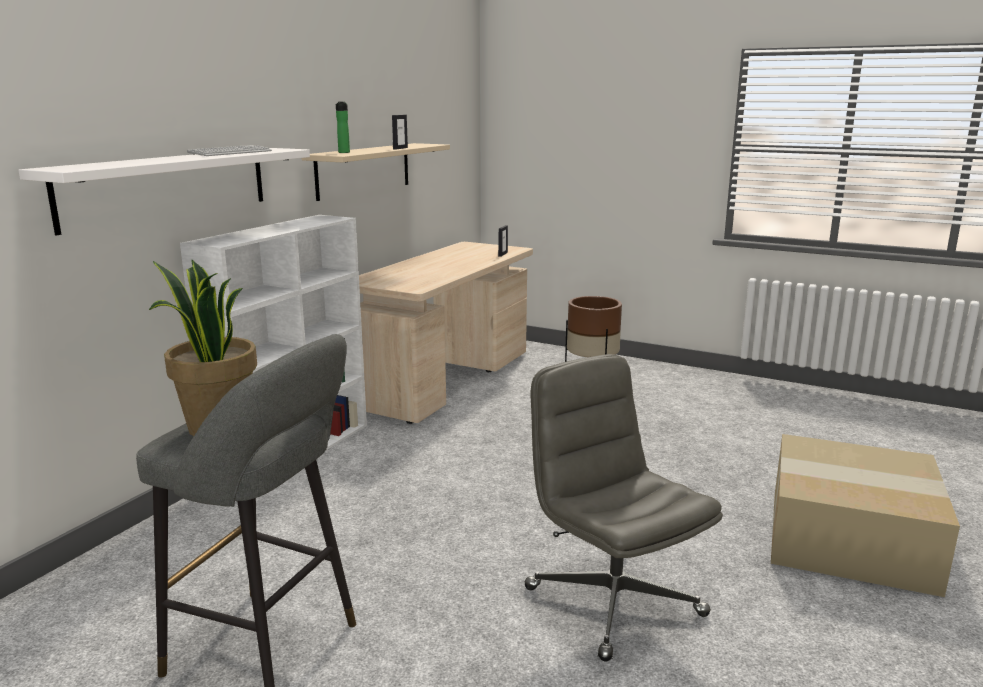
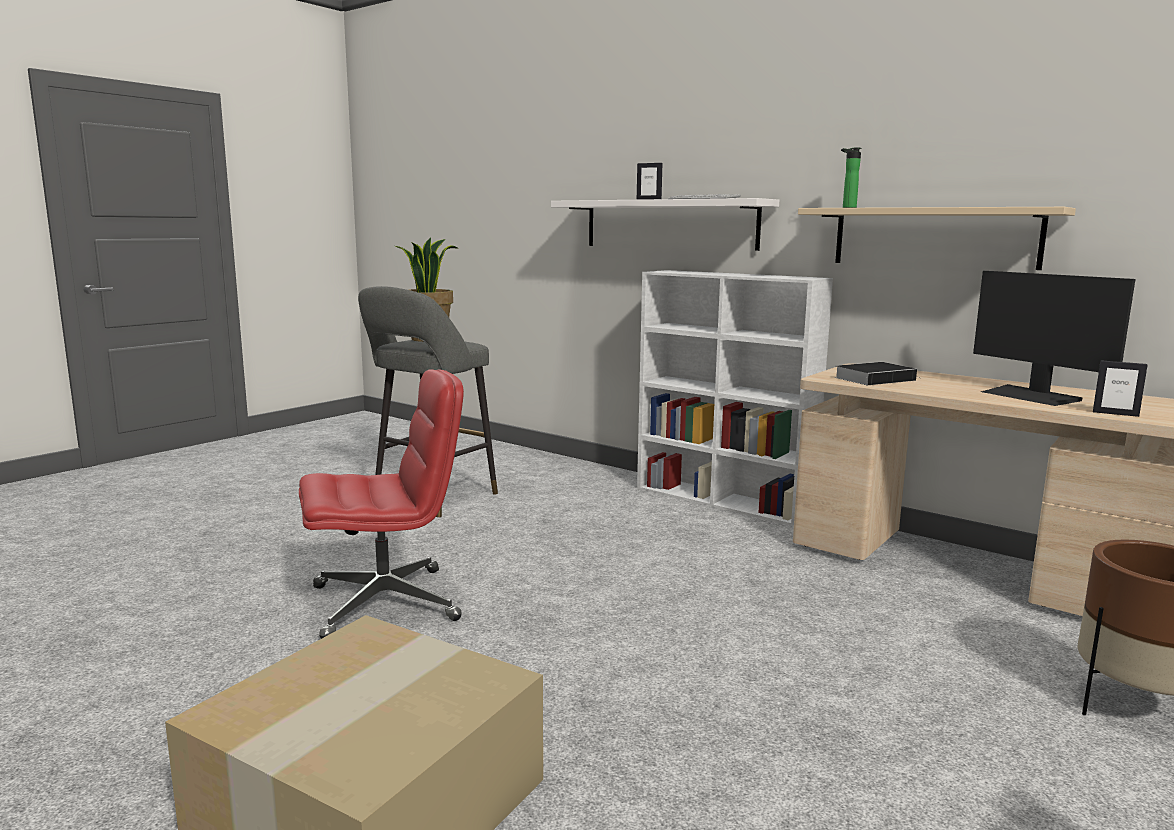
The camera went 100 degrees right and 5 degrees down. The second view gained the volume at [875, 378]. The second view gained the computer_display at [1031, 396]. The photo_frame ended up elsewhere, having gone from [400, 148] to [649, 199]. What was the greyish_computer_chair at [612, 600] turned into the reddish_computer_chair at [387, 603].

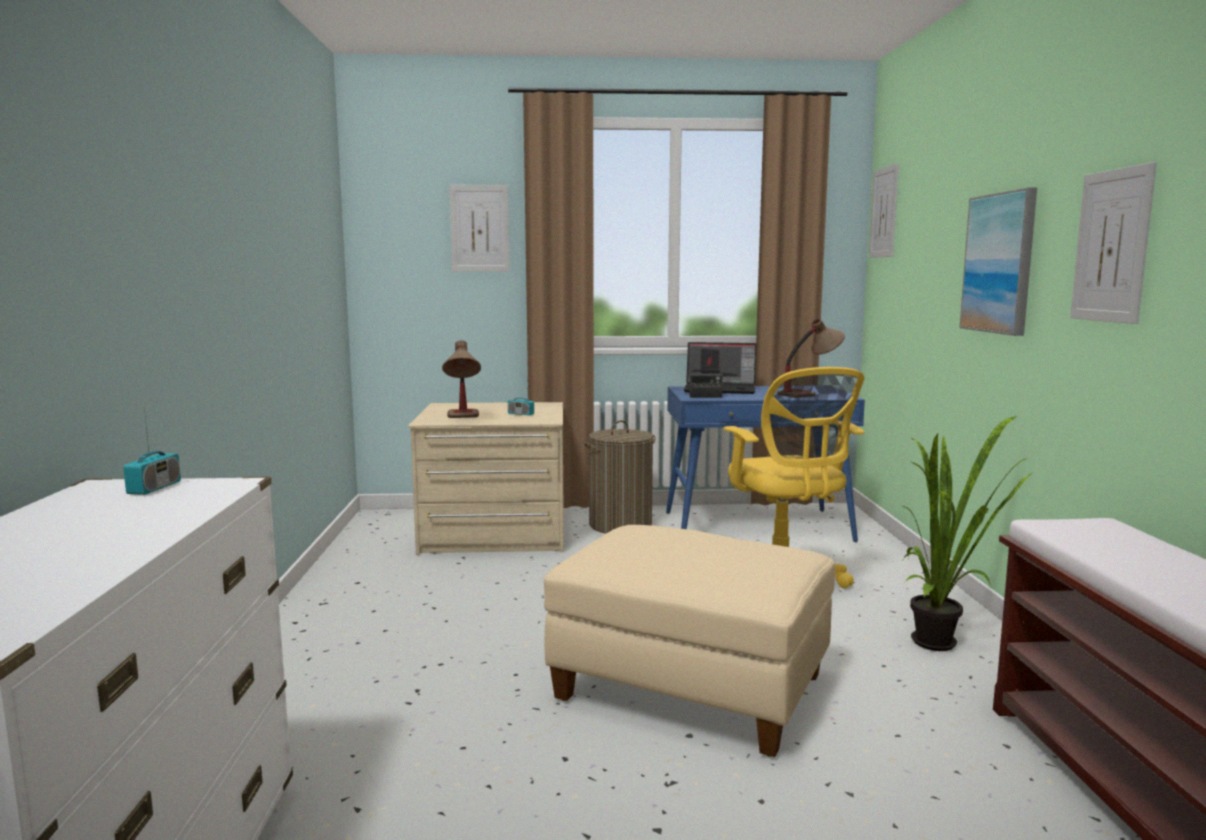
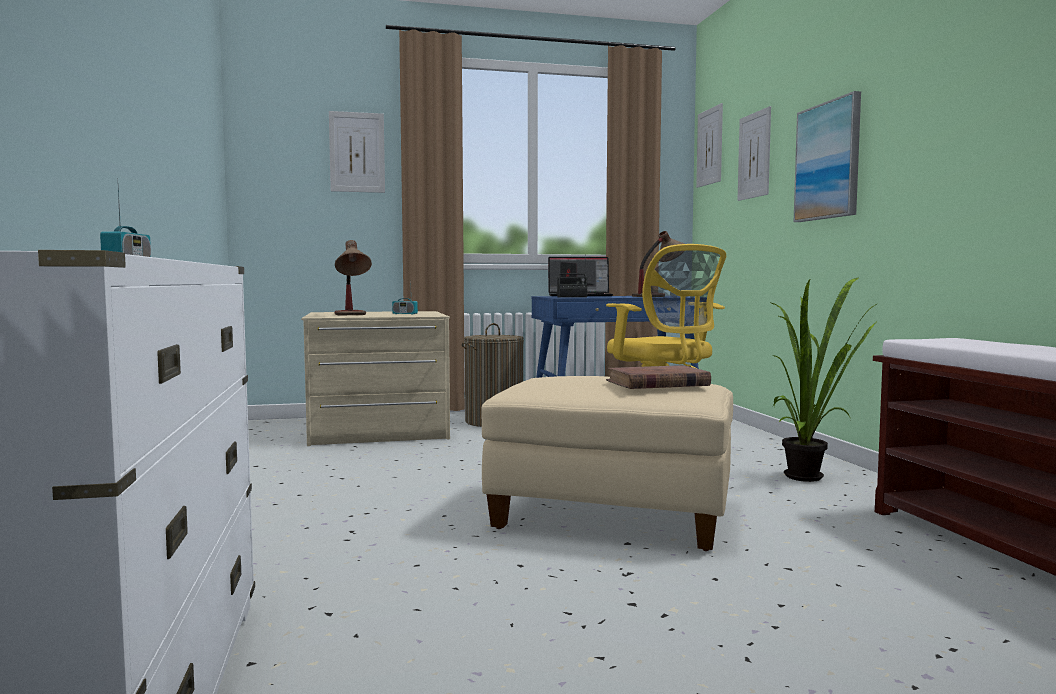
The camera went 10 degrees left and 5 degrees down. The second view gained the brown_volume at [657, 383]. The wall_art ended up elsewhere, having gone from [1111, 246] to [754, 155].

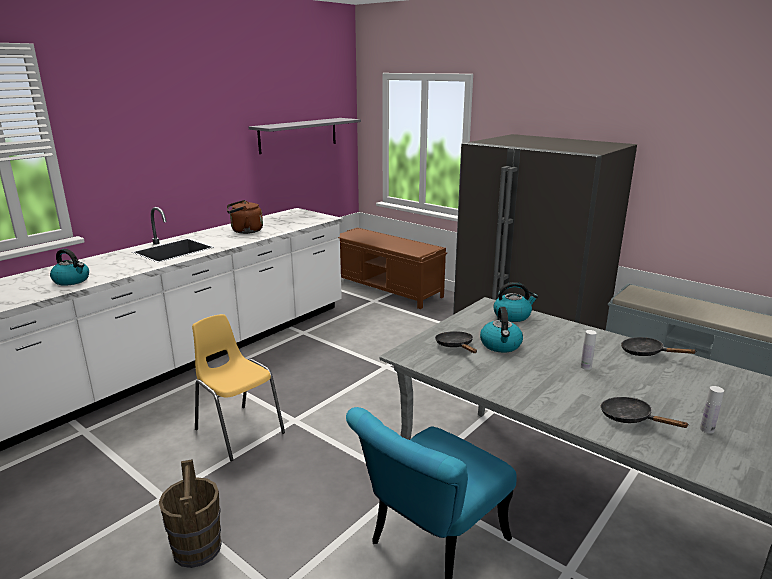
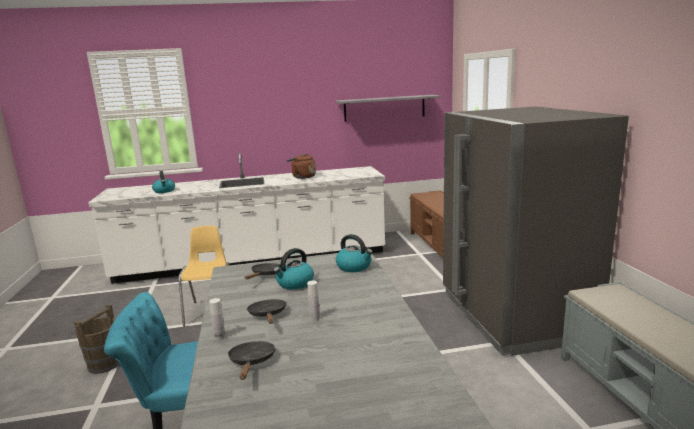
The camera went 40 degrees right and 5 degrees down. The blackish_frying_pan ended up elsewhere, having gone from [646, 353] to [268, 315]. The white-coloured_beverage_bottle ended up elsewhere, having gone from [707, 429] to [219, 337].

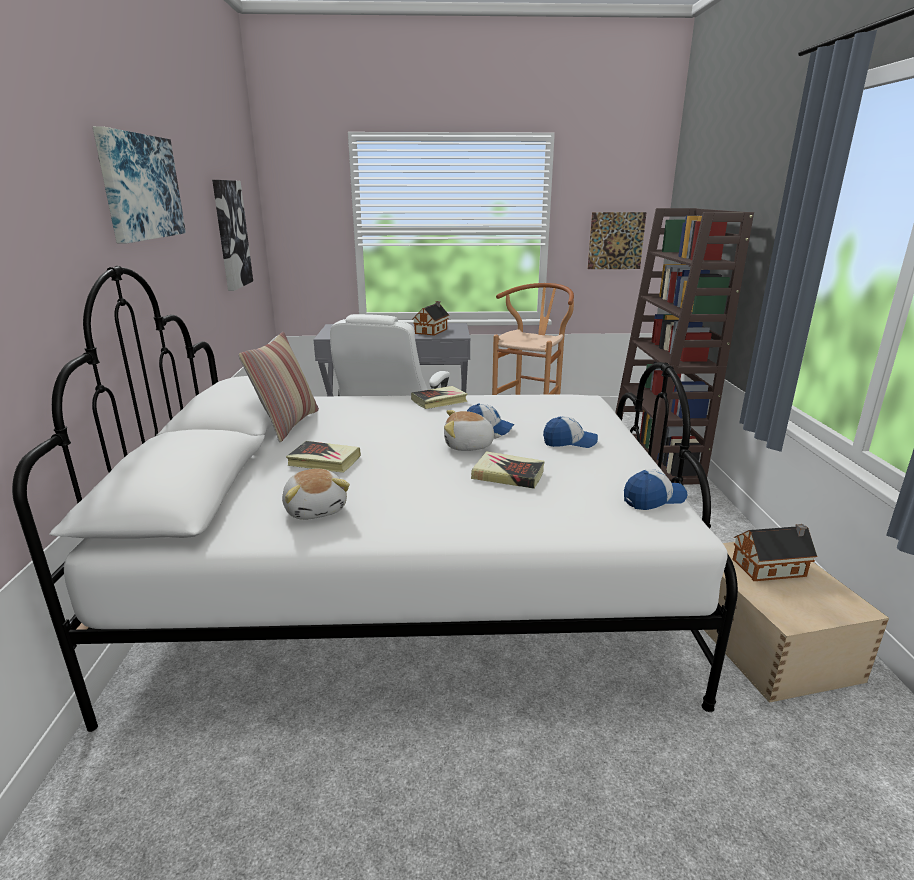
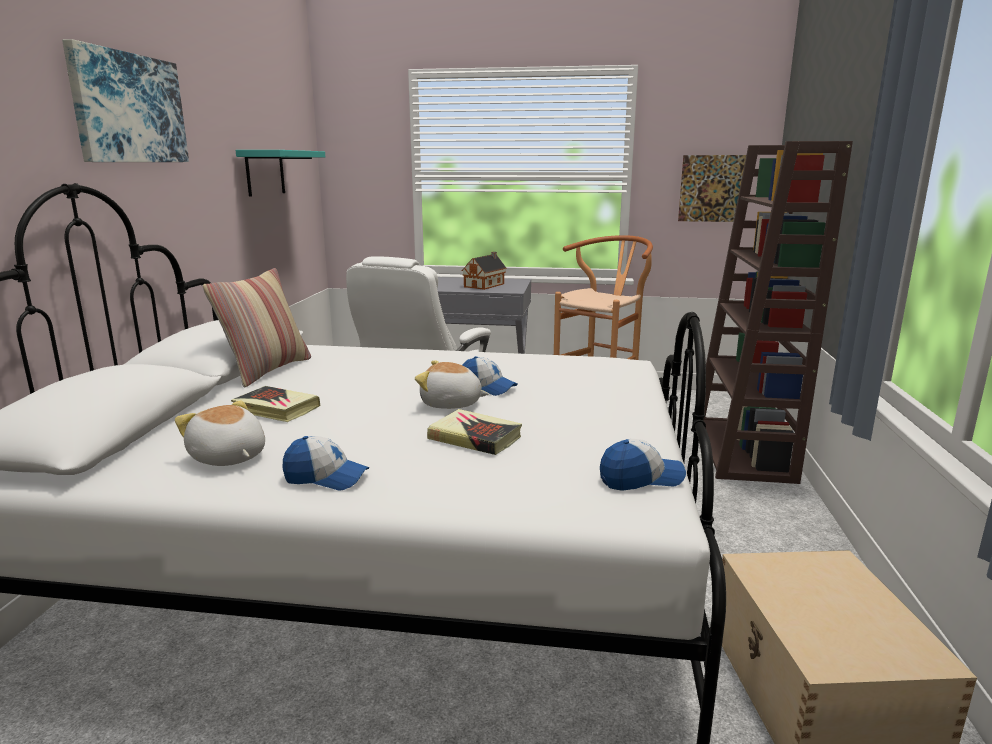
The camera went 10 degrees right and 5 degrees down. The second view lost the volume at [439, 401]. The second view lost the toy_house at [771, 568]. The baseball_cap ended up elsewhere, having gone from [569, 442] to [326, 478]. Where the wall_art hung at [231, 234], the blue-green_shelf came to hang at [265, 172]. The plush_toy at [316, 509] ended up facing another way, 150 degrees clockwise from before.

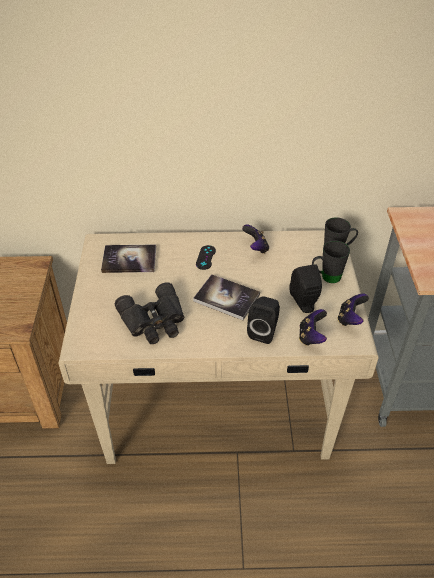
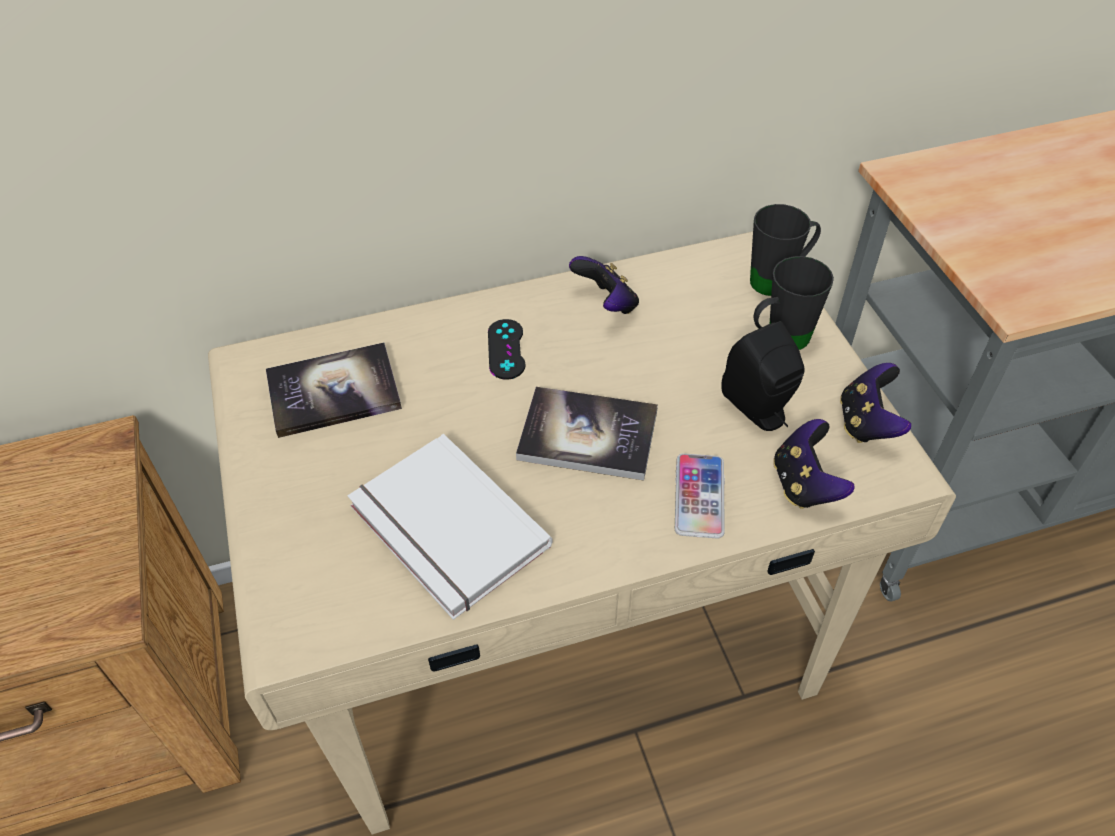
The camera went 15 degrees left and 5 degrees up. Where the blackish_binoculars stood at [154, 321], the white-coloured_volume came to stand at [445, 530]. Where the blackish_speaker stood at [264, 331], the phone came to stand at [699, 496].

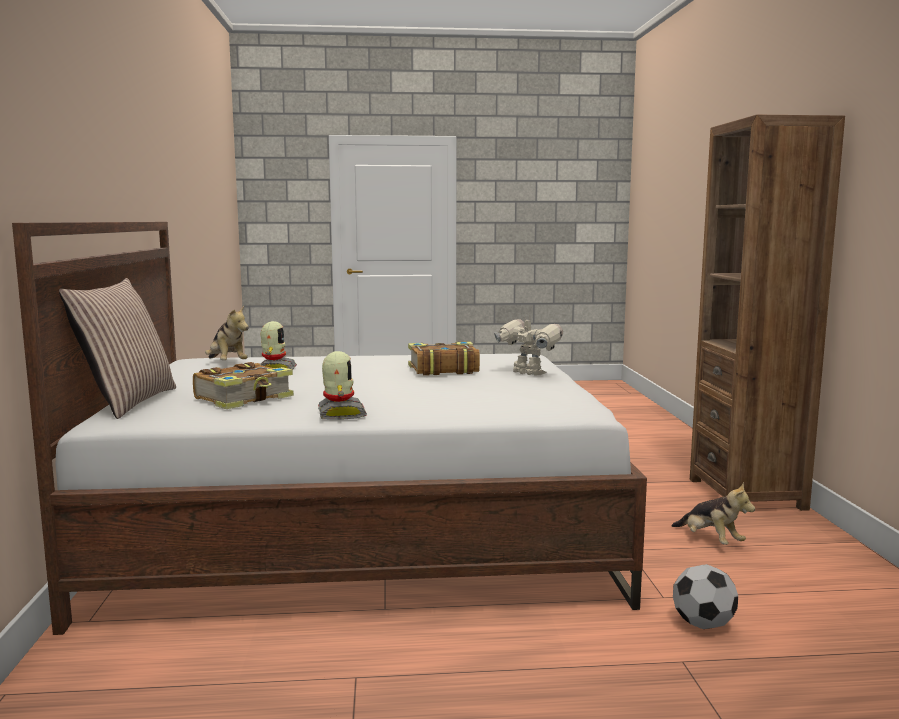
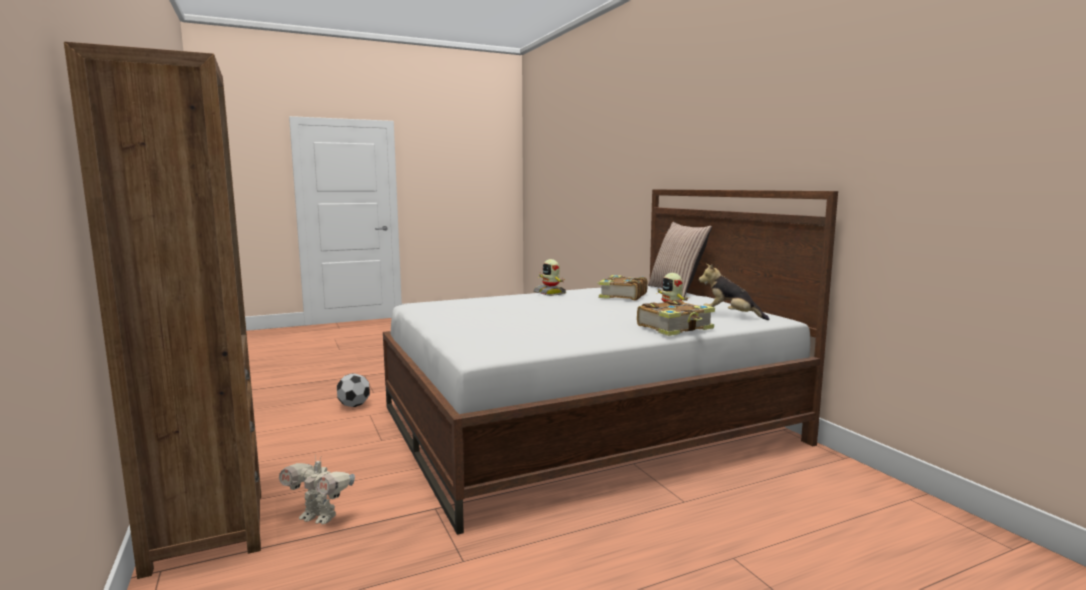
The camera went 160 degrees right and 0 degrees up. The second view lost the plush_toy at [710, 541]. The volume ended up elsewhere, having gone from [442, 369] to [676, 328]. The toy_robot ended up elsewhere, having gone from [527, 374] to [319, 517].

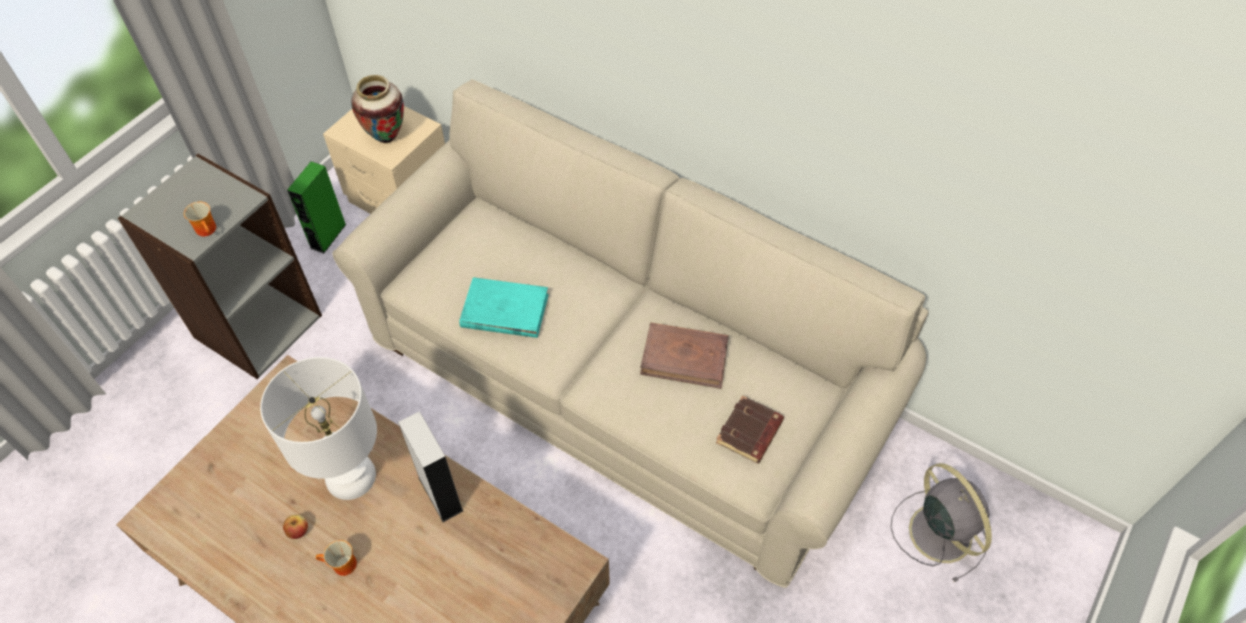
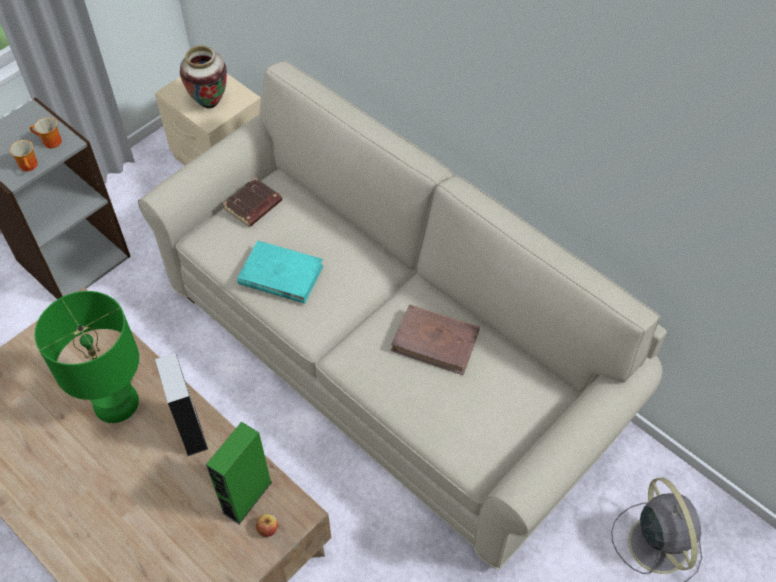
The camera went 10 degrees right and 0 degrees up. The apple_fruit ended up elsewhere, having gone from [298, 531] to [268, 529]. The green_speaker ended up elsewhere, having gone from [328, 236] to [247, 497]. The mug ended up elsewhere, having gone from [342, 566] to [50, 142]. The brown_volume ended up elsewhere, having gone from [750, 433] to [253, 206]. What was the white-coloured_lamp_for_a_table at [349, 476] turned into the green_lamp_for_a_table at [115, 402].

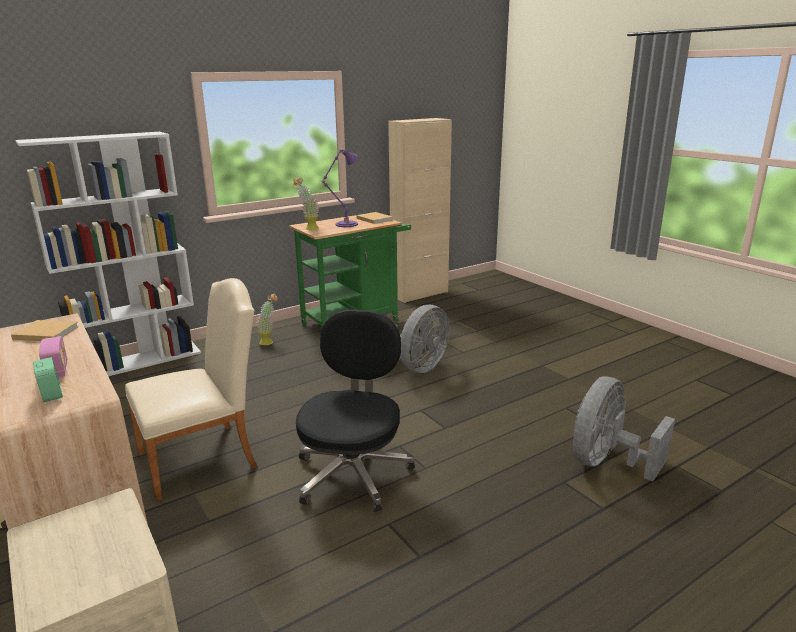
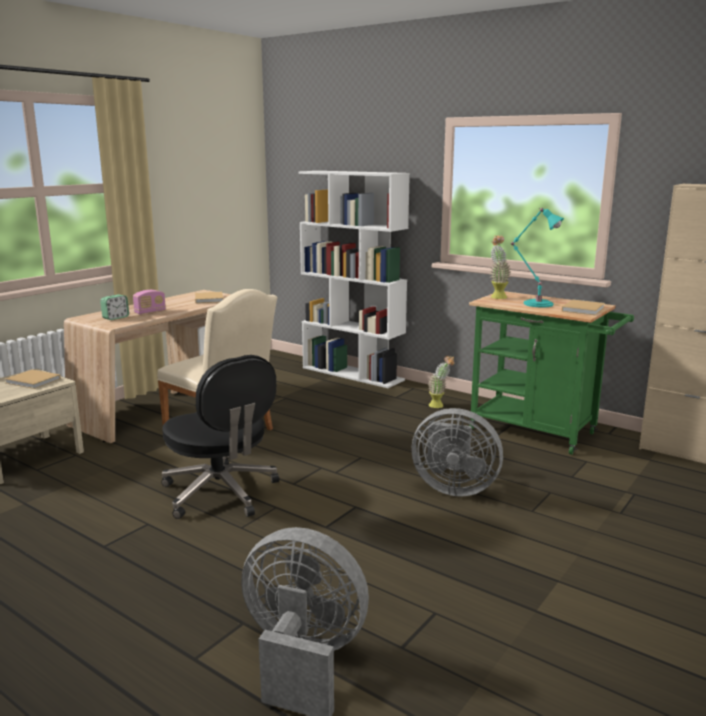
The camera went 70 degrees right and 5 degrees down. The second view gained the beige_volume at [34, 381]. What was the purple-coloured_lamp_for_a_table at [344, 224] turned into the blue-green_lamp_for_a_table at [535, 303]. The blackish_computer_chair at [353, 472] ended up facing another way, 60 degrees clockwise from before.

